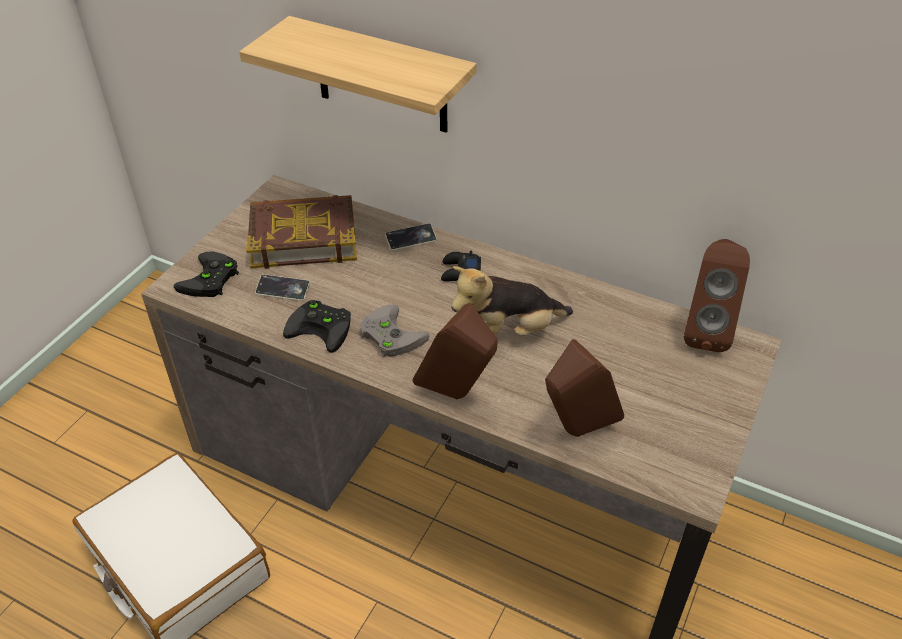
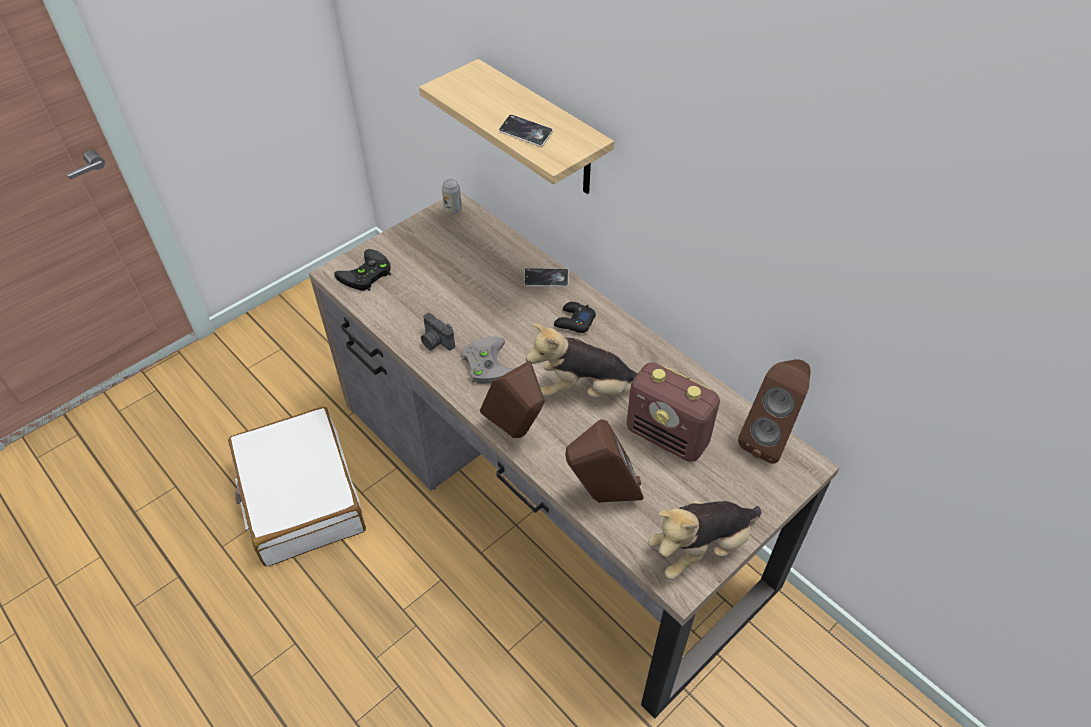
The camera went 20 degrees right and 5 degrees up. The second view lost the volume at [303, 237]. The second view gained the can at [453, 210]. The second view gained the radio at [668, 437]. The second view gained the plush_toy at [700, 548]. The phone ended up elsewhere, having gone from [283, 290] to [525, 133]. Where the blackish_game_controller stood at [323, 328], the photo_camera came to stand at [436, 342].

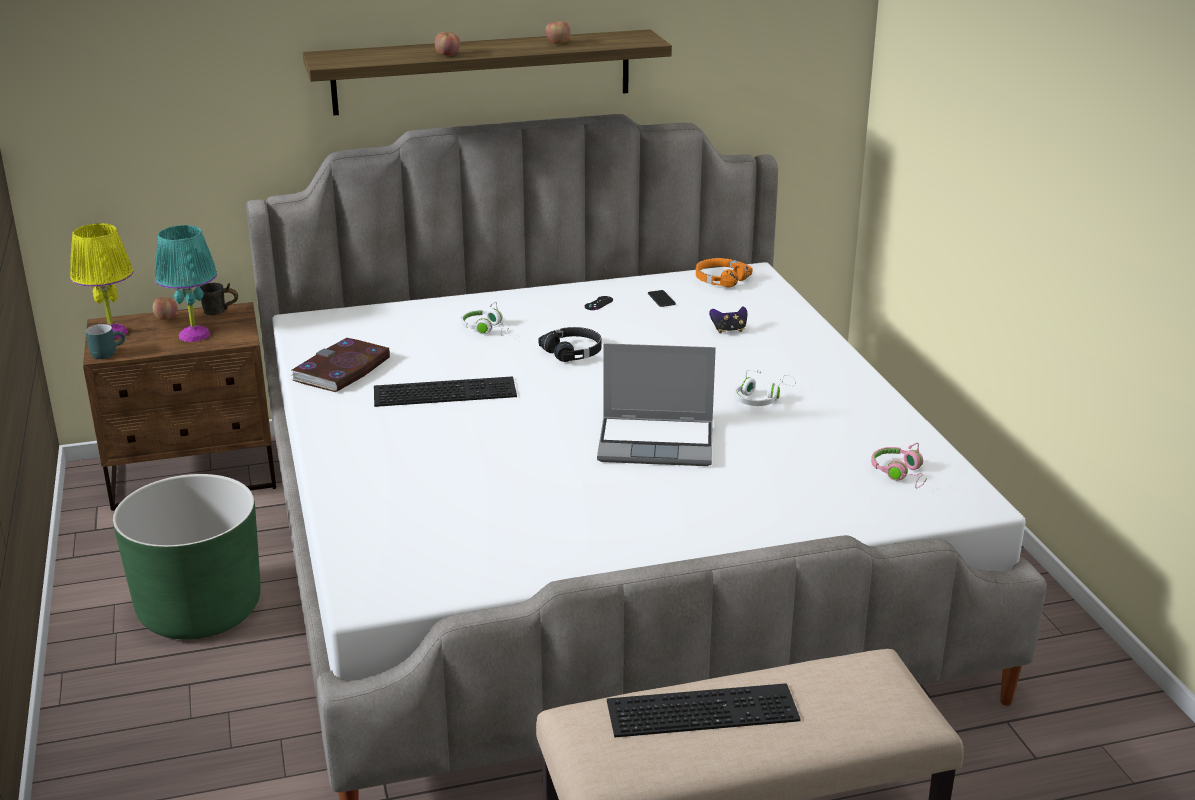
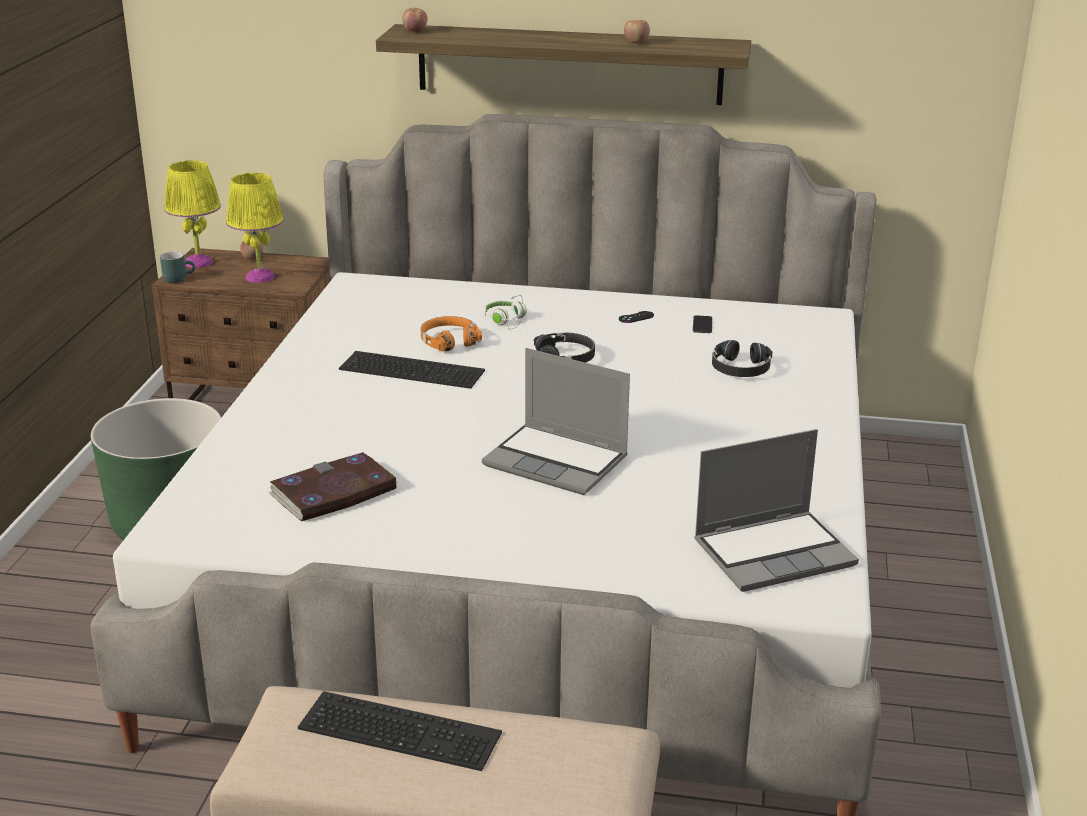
The camera went 25 degrees right and 0 degrees up. The second view lost the greyish_mug at [219, 313]. The second view lost the white-coloured_headset at [761, 398]. The volume ended up elsewhere, having gone from [342, 370] to [333, 492]. The apple_fruit ended up elsewhere, having gone from [448, 55] to [415, 31]. The orange_headset ended up elsewhere, having gone from [720, 279] to [449, 341]. Where the game_controller stood at [729, 330], the blackish_headset came to stand at [740, 368]. Where the pinkish_headset stood at [901, 474], the portable_computer came to stand at [775, 552]. What was the blue-green_lamp_for_a_table at [195, 335] turned into the yellow-coloured_lamp_for_a_table at [260, 277].

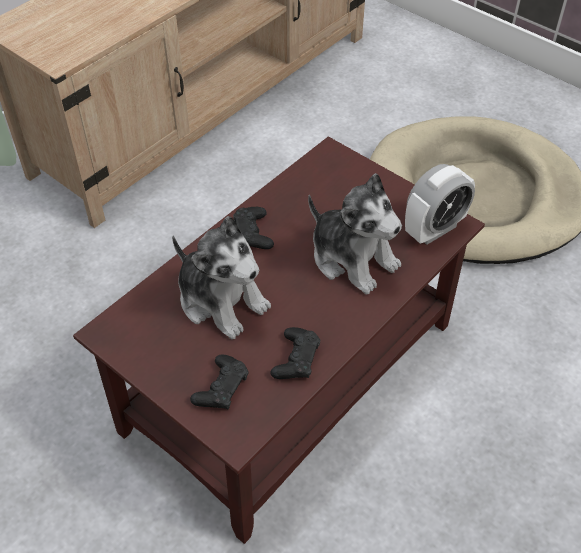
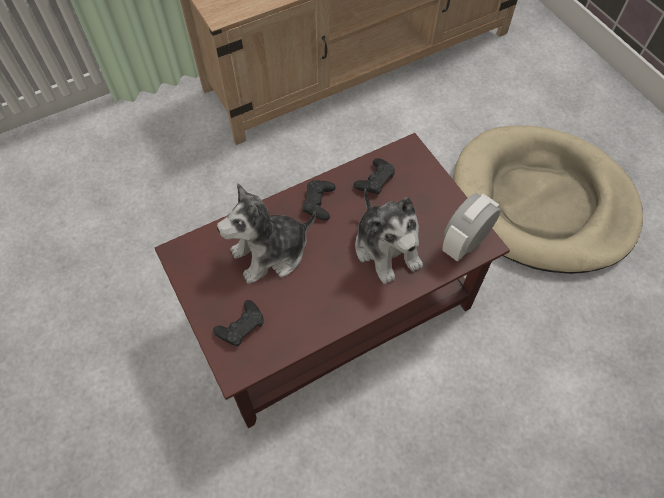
The camera went 20 degrees right and 10 degrees up. The blackish_game_controller ended up elsewhere, having gone from [296, 359] to [375, 180]. The plush_toy at [221, 300] ended up facing another way, 90 degrees clockwise from before. The alarm_clock at [434, 229] ended up facing another way, 150 degrees clockwise from before.

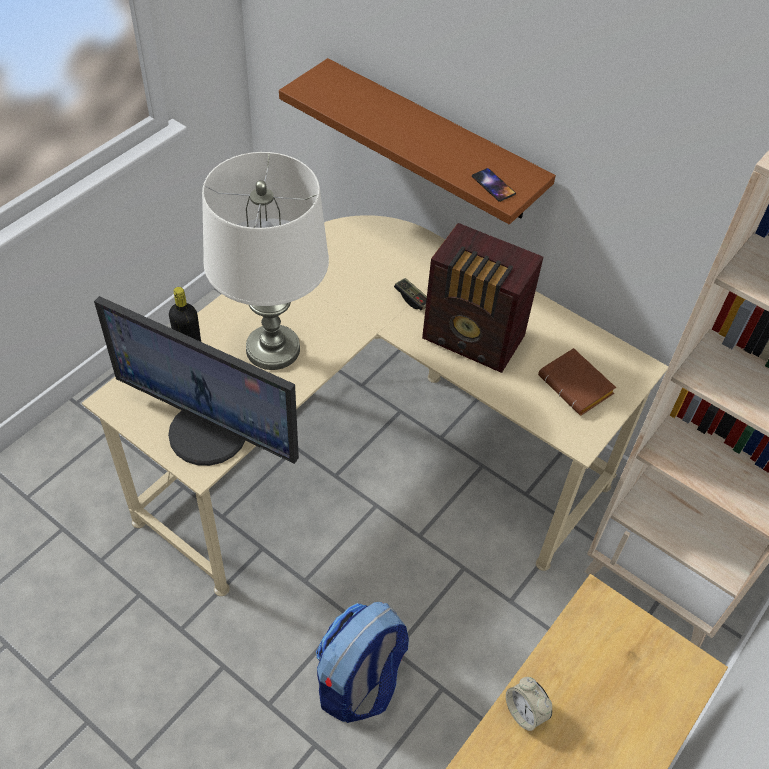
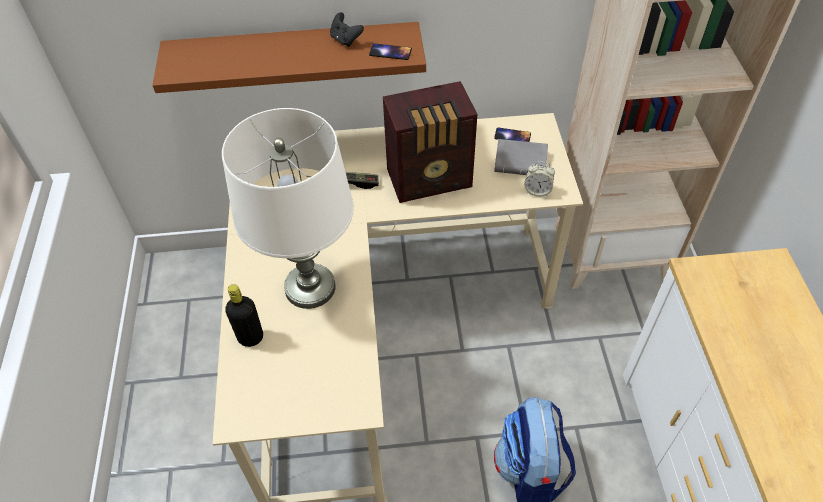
The camera went 40 degrees left and 0 degrees up. The second view lost the computer_display at [210, 431]. The second view gained the blackish_game_controller at [345, 40]. The second view gained the phone at [512, 136]. The alarm_clock ended up elsewhere, having gone from [525, 712] to [537, 191]. What was the brown_volume at [578, 386] turned into the greyish_volume at [522, 161].

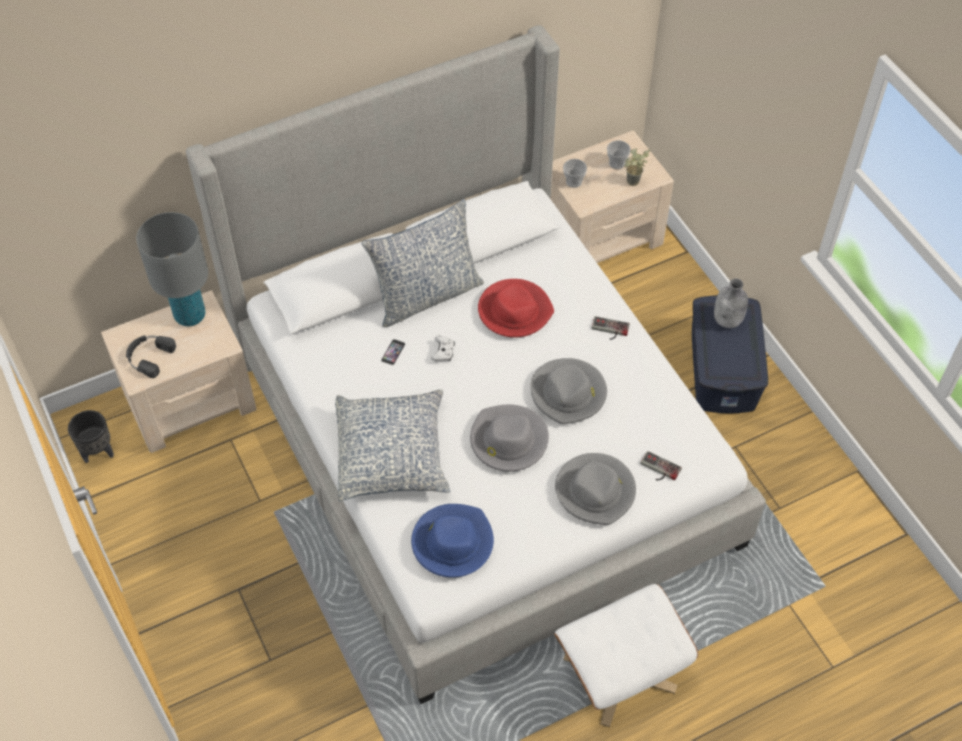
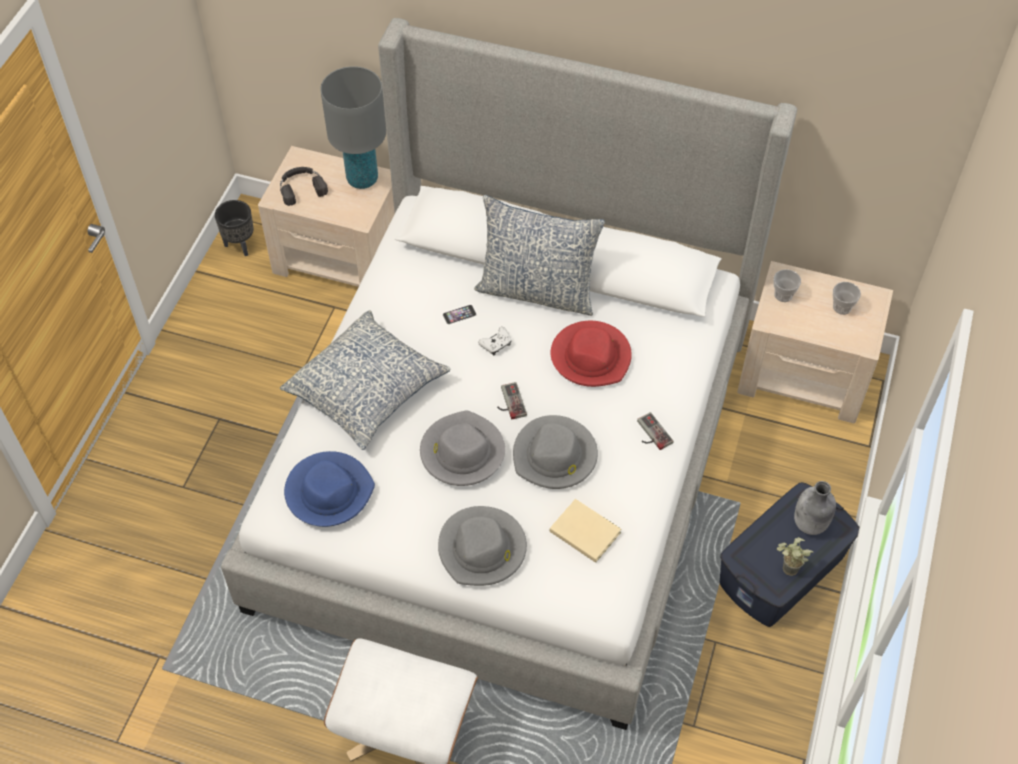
The camera went 45 degrees right and 0 degrees up. The second view gained the beige_volume at [584, 530]. The potted_plant ended up elsewhere, having gone from [632, 184] to [786, 571]. The game_controller ended up elsewhere, having gone from [658, 470] to [509, 402].

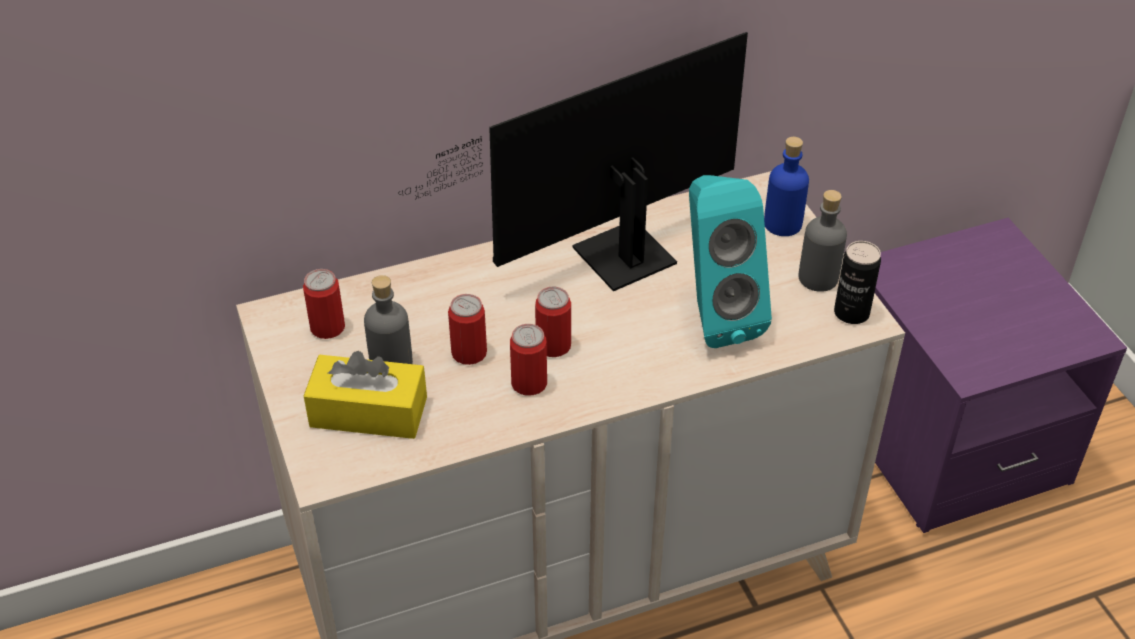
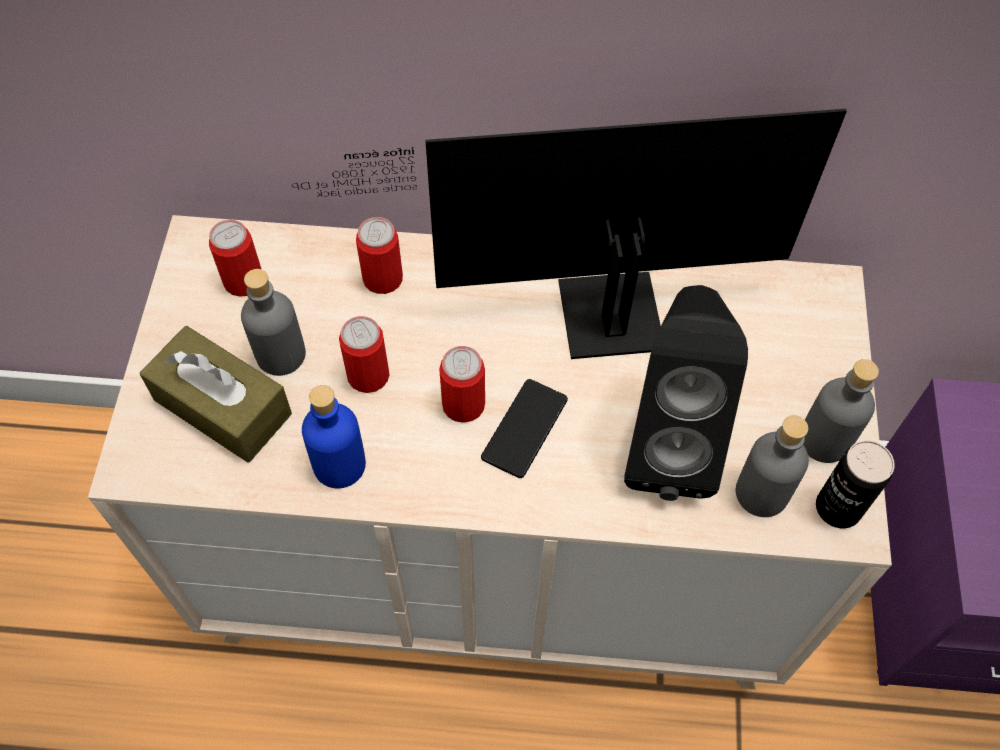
The camera went 25 degrees right and 15 degrees up. The second view gained the phone at [524, 428]. The second view gained the greyish_beverage_bottle at [761, 493]. The can ended up elsewhere, having gone from [529, 383] to [383, 278]. The bluish_beverage_bottle ended up elsewhere, having gone from [782, 224] to [339, 464]. What was the yellow-coloured_tissue_box at [368, 412] turned into the brown_tissue_box at [223, 407]. What was the blue-green_speaker at [715, 316] turned into the blackish_speaker at [668, 442].

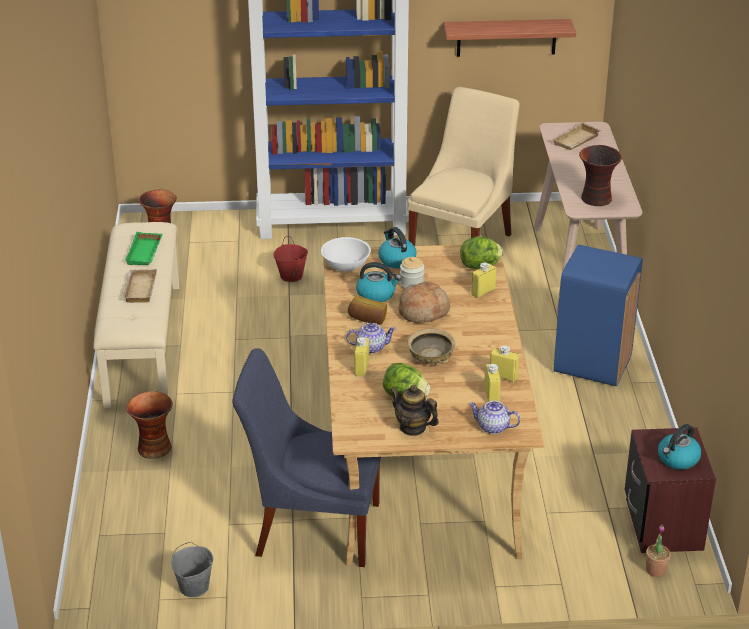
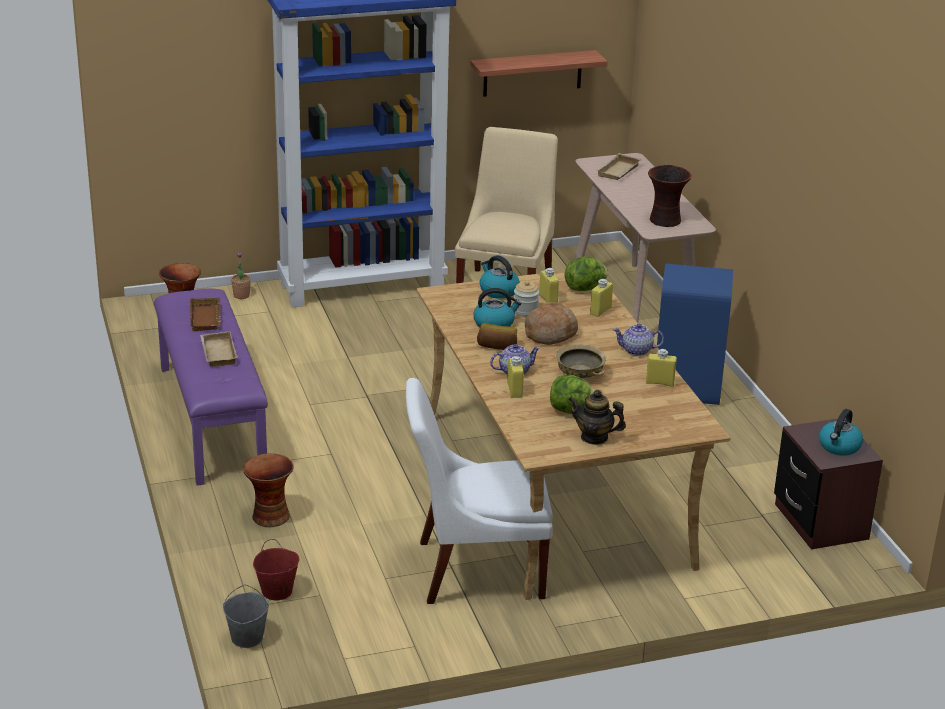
The camera went 15 degrees left and 5 degrees down. The second view lost the white-coloured_deep_dish at [345, 265]. The greyish_bucket ended up elsewhere, having gone from [194, 587] to [247, 638]. The reddish_bucket ended up elsewhere, having gone from [291, 276] to [276, 591]. The pot_for_tea ended up elsewhere, having gone from [493, 427] to [637, 351]. The yellow-coloured_beverage_bottle ended up elsewhere, having gone from [491, 395] to [548, 299]. The potted_plant ended up elsewhere, having gone from [655, 570] to [241, 295]. What was the beige_bench at [142, 343] turned into the purple-coloured_bench at [210, 419]. What was the green_tray at [145, 253] turned into the brown_tray at [207, 319]. What was the bluish_chair at [312, 527] turned into the white-coloured_chair at [473, 569].

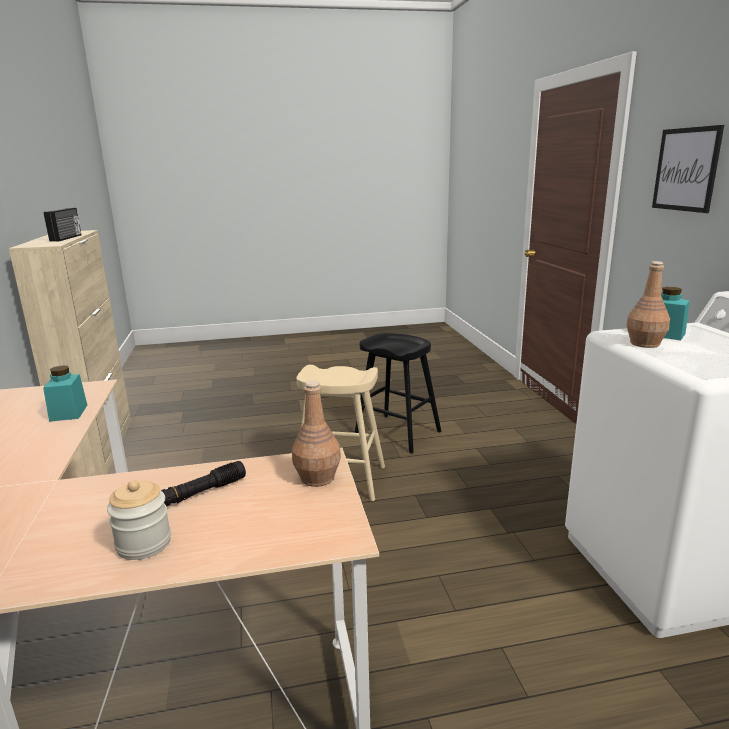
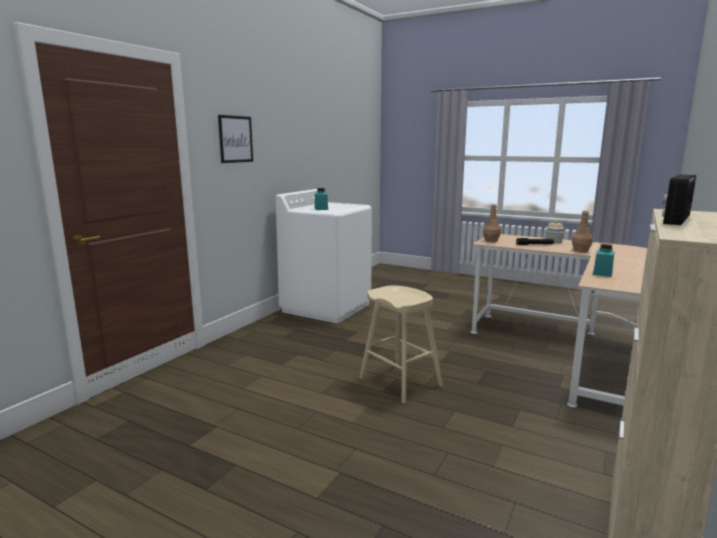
The camera went 140 degrees left and 5 degrees down. The second view lost the blackish_sitting_stool at [397, 433]. The brown_beverage_bottle ended up elsewhere, having gone from [644, 343] to [581, 251].

